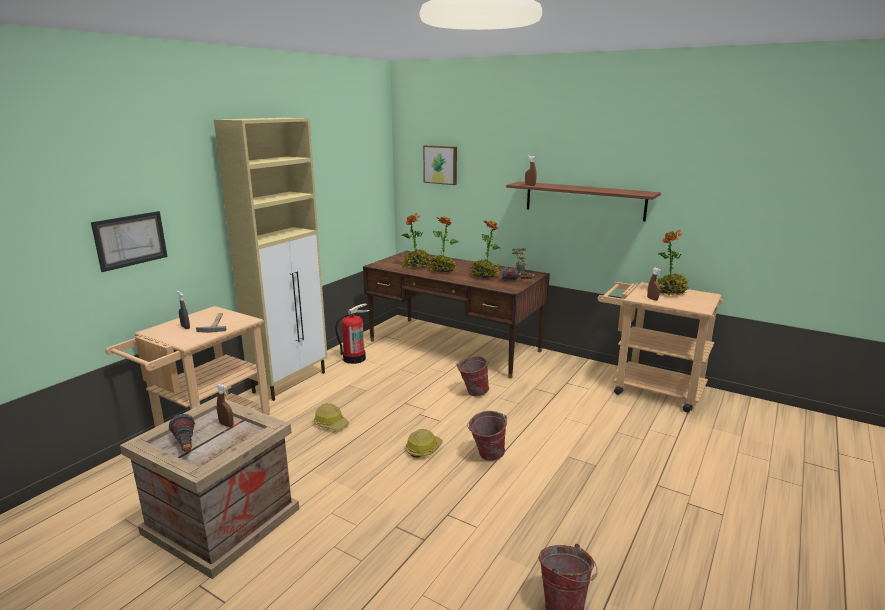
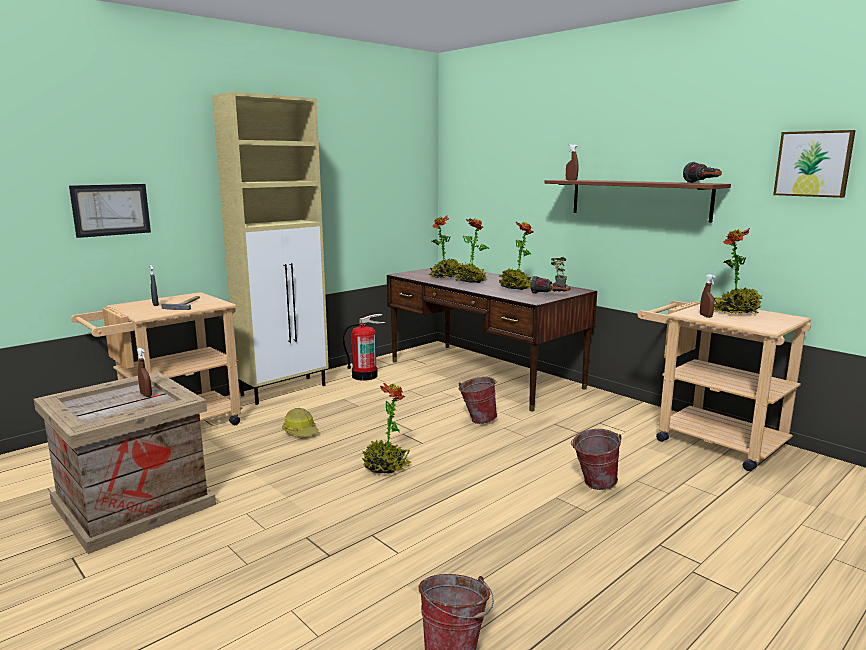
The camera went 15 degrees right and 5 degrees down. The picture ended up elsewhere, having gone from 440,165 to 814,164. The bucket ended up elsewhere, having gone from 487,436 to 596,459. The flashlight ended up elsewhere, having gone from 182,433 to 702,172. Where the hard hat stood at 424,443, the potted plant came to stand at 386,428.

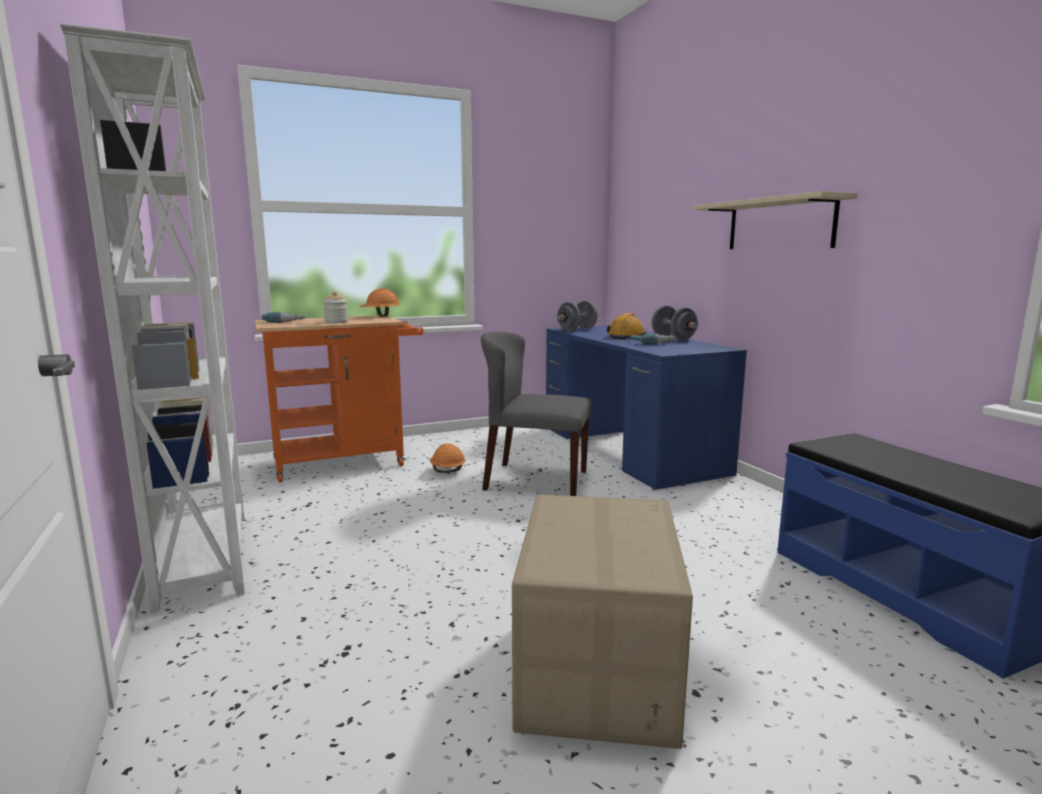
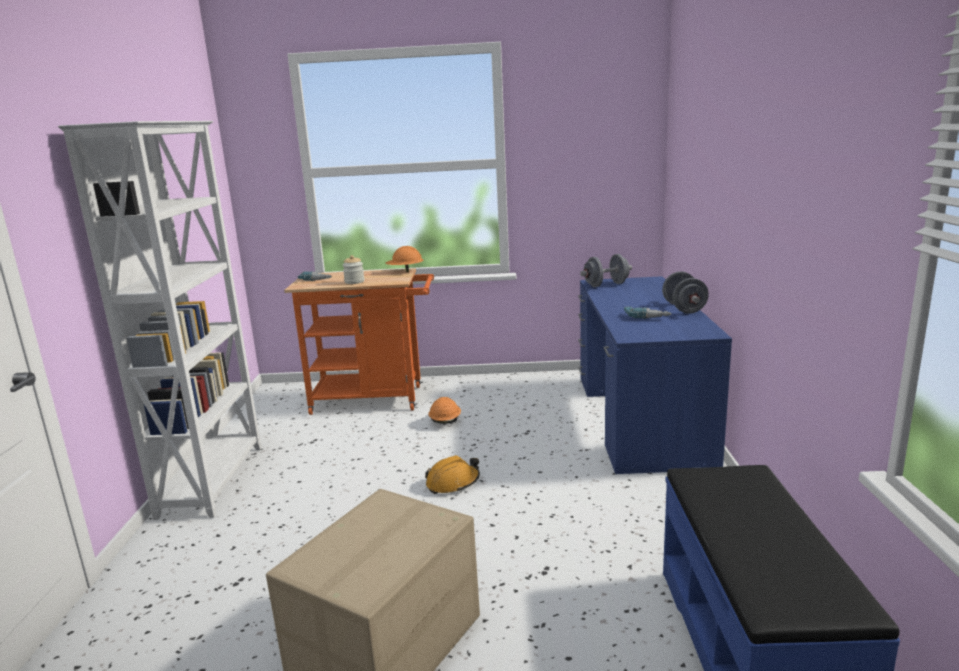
The camera went 25 degrees right and 5 degrees up. The second view lost the shelf in beige at 775,220. The hard hat in orange ended up elsewhere, having gone from 626,326 to 452,474. The second view lost the chair in grey at 536,413.

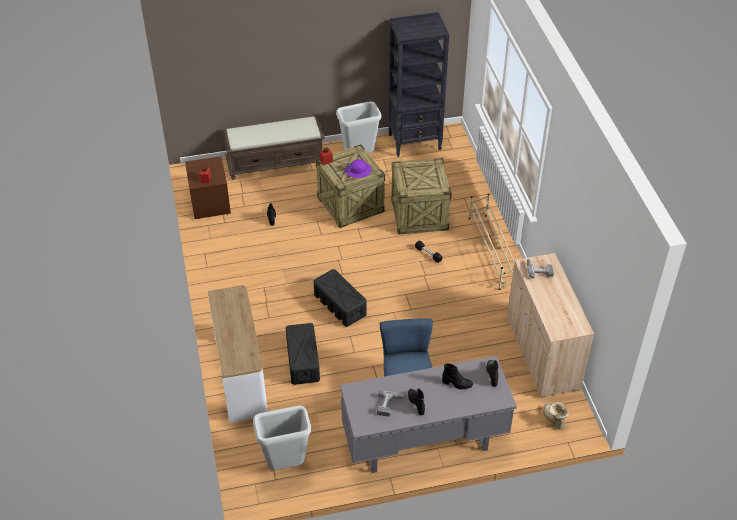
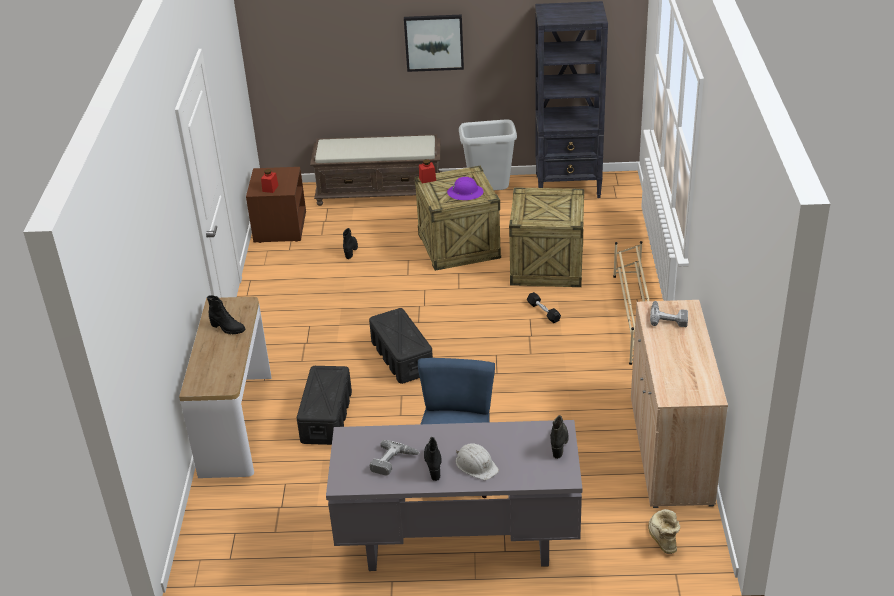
The camera went 15 degrees right and 10 degrees down. The boot in black ended up elsewhere, having gone from 457,376 to 226,314. The second view lost the trash can in grey at 282,437. The second view gained the picture at 434,43. The second view gained the hard hat in white at 477,461.

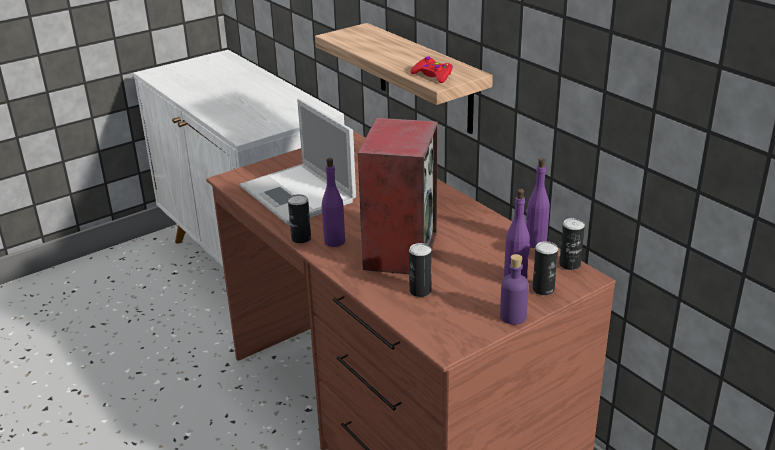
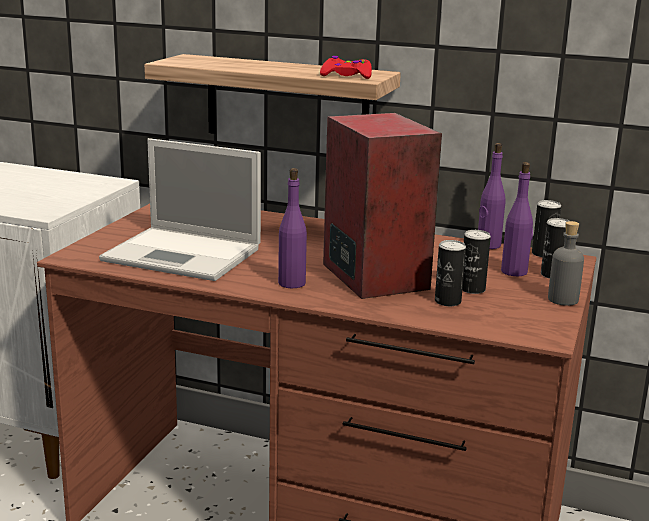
The camera went 35 degrees left and 10 degrees down. The can ended up elsewhere, having gone from 299,219 to 476,262. What was the bottle in purple at 514,289 turned into the bottle in grey at 566,263.

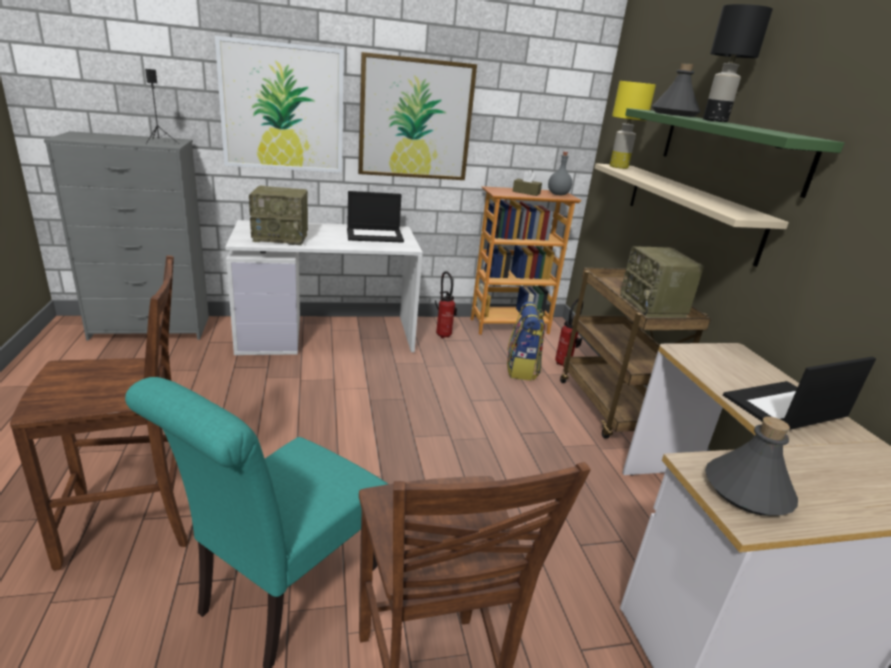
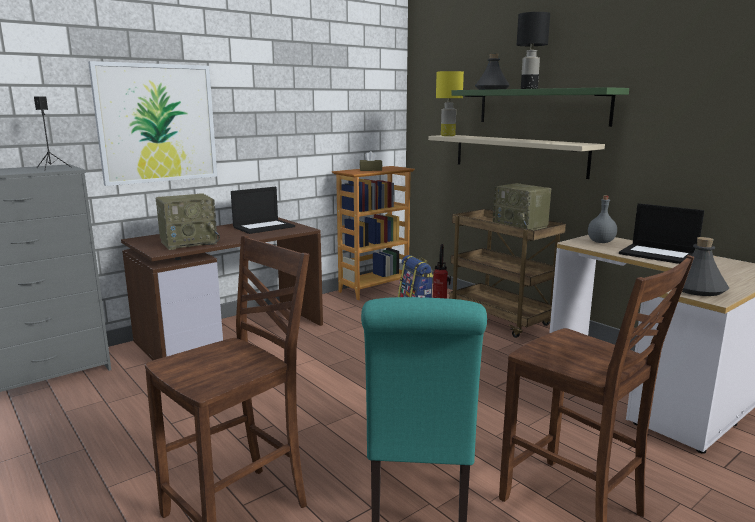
The camera went 25 degrees left and 10 degrees down. The second view lost the picture at 417,116. The bottle in grey ended up elsewhere, having gone from 560,173 to 602,219. What was the desk in white at 324,287 turned into the desk in brown at 222,288. The second view lost the fire extinguisher at 446,304. The laptop at 799,393 ended up facing another way, 90 degrees counterclockwise from before.

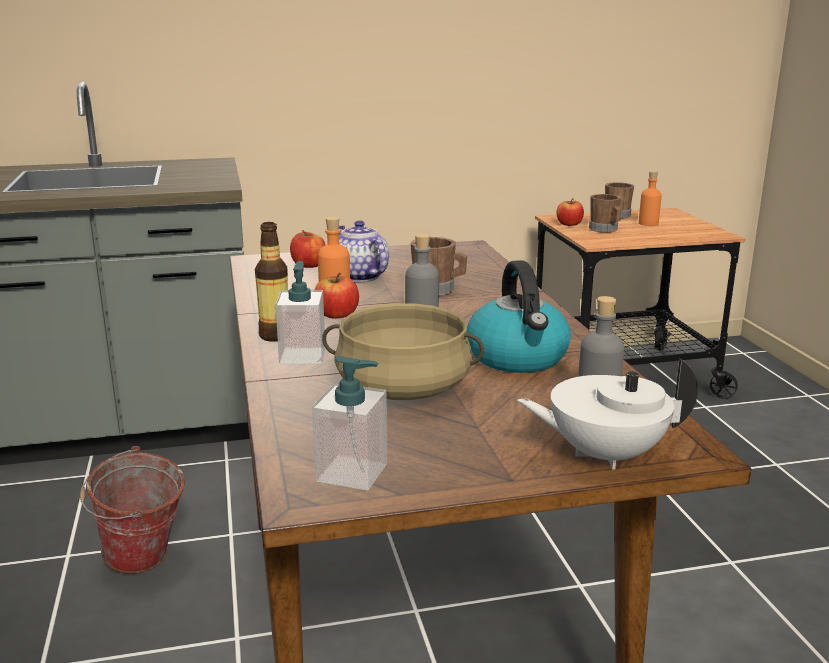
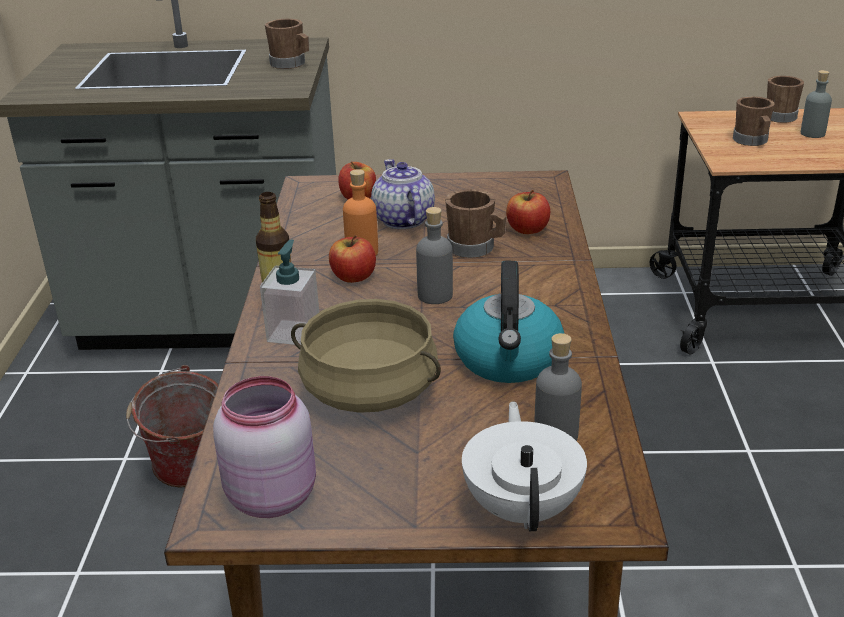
The camera went 15 degrees right and 10 degrees up. What was the bottle in orange at 650,198 turned into the bottle in grey at 816,104. The apple ended up elsewhere, having gone from 570,212 to 528,212. Where the soap dispenser stood at 349,423, the jar in pink came to stand at 264,447. The teapot in white at 607,414 ended up facing another way, 75 degrees clockwise from before. The second view gained the mug in brown at 287,44.

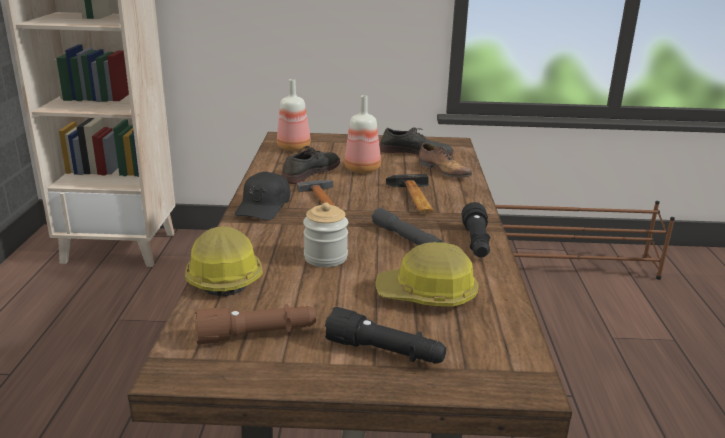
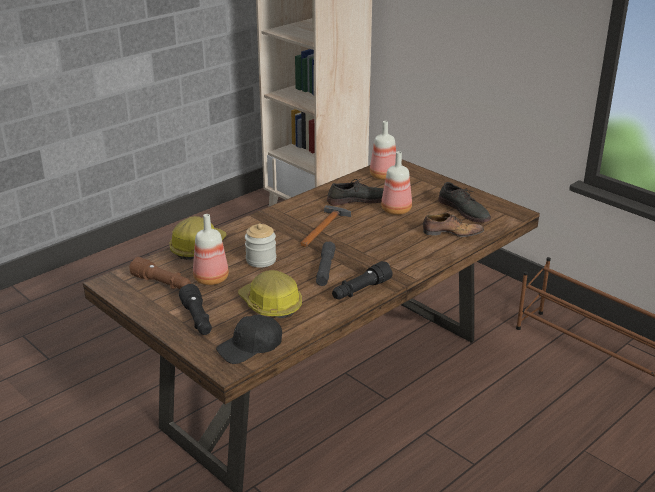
The camera went 45 degrees right and 5 degrees up. The shoe at 445,160 ended up facing another way, 90 degrees counterclockwise from before. The cap in black ended up elsewhere, having gone from 262,195 to 249,339. The second view lost the hammer at 410,193. The second view gained the bottle at 211,249.

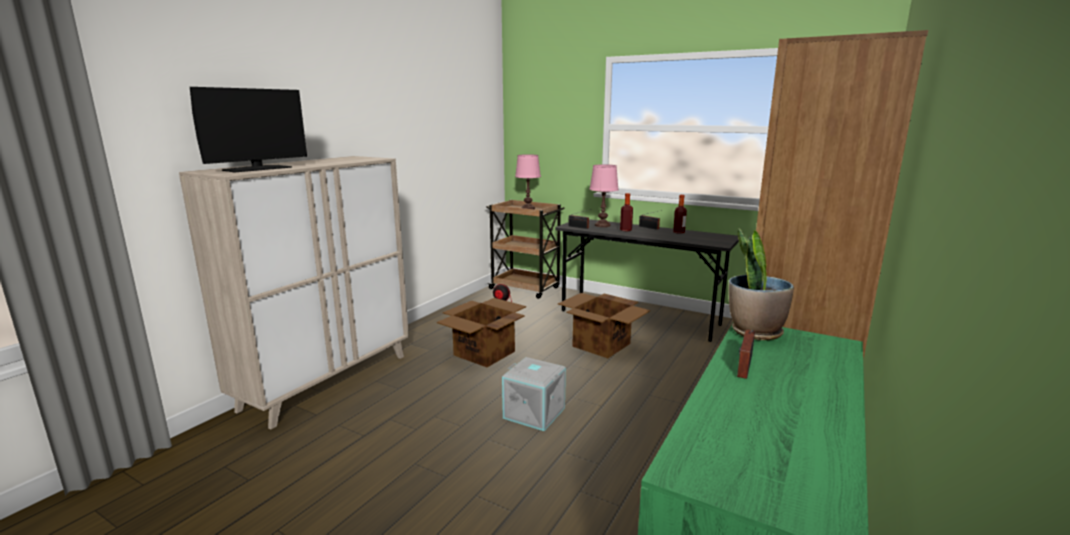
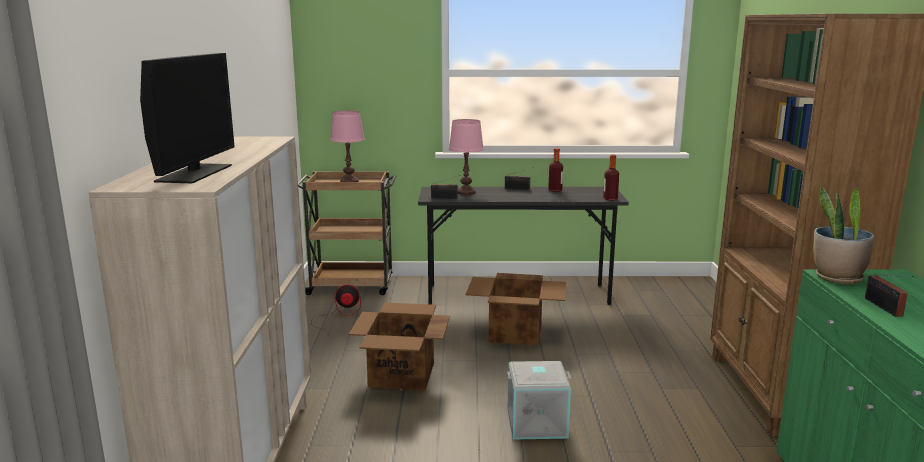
The camera went 30 degrees left and 0 degrees up. The bottle ended up elsewhere, having gone from 626,212 to 611,178.

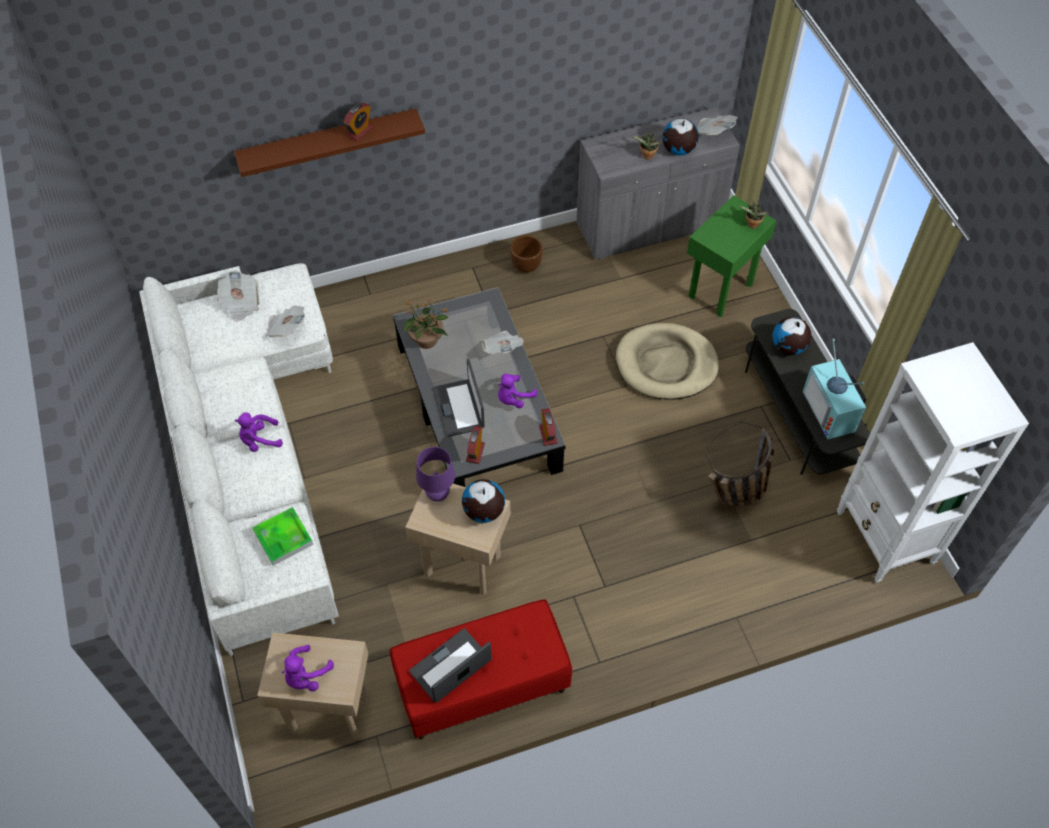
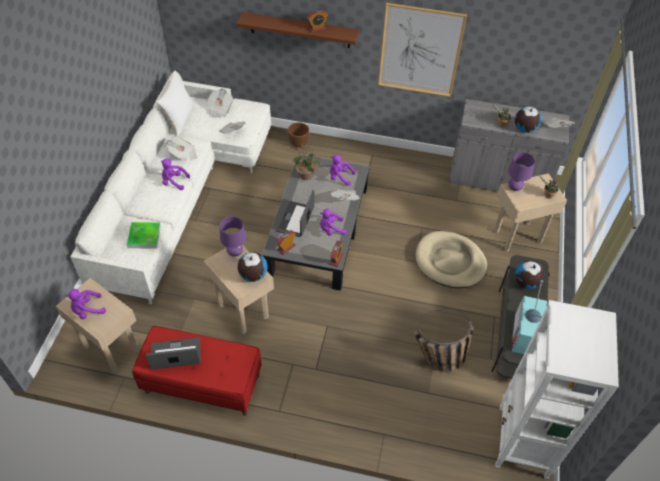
The camera went 30 degrees right and 5 degrees down. What was the side table in green at 732,256 turned into the side table in beige at 530,212. The planter in brown ended up elsewhere, having gone from 526,254 to 298,135. The second view gained the picture at 422,50. The second view gained the pillow in white at 176,103. The second view gained the newspaper at 181,148. The second view gained the table lamp in purple at 521,171. The second view gained the plush toy in purple at 343,170.

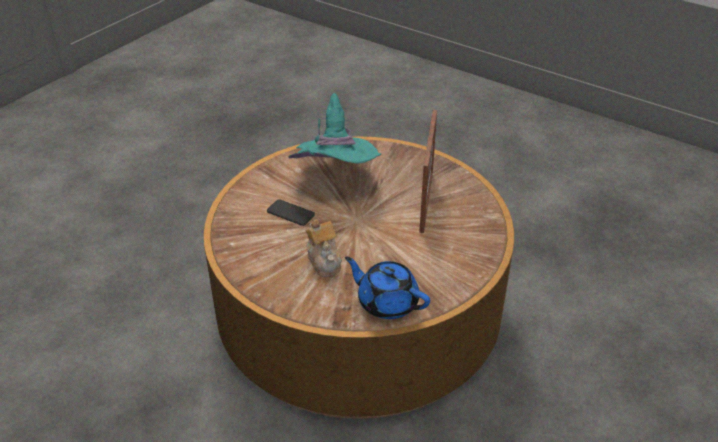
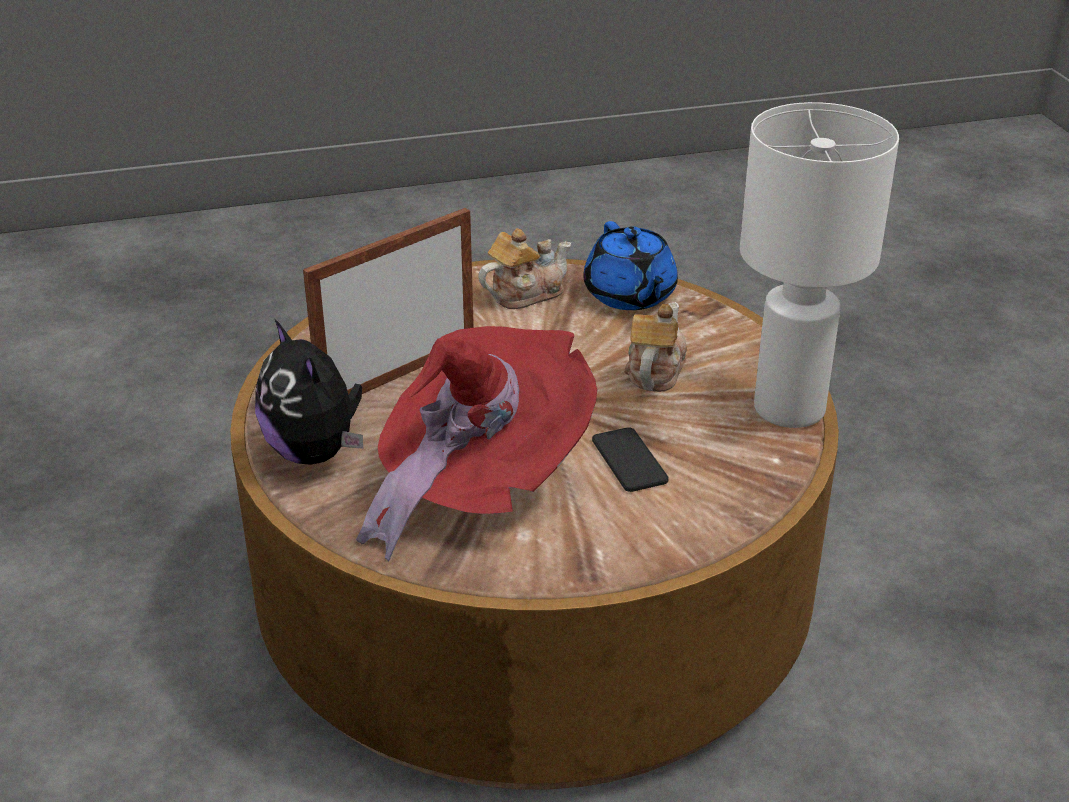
The camera went 140 degrees left and 5 degrees down. What was the hat in turquoise at 335,128 turned into the hat in red at 476,443. The second view gained the table lamp in white at 819,265. The second view gained the teapot at 524,268. The second view gained the plush toy at 309,391.

